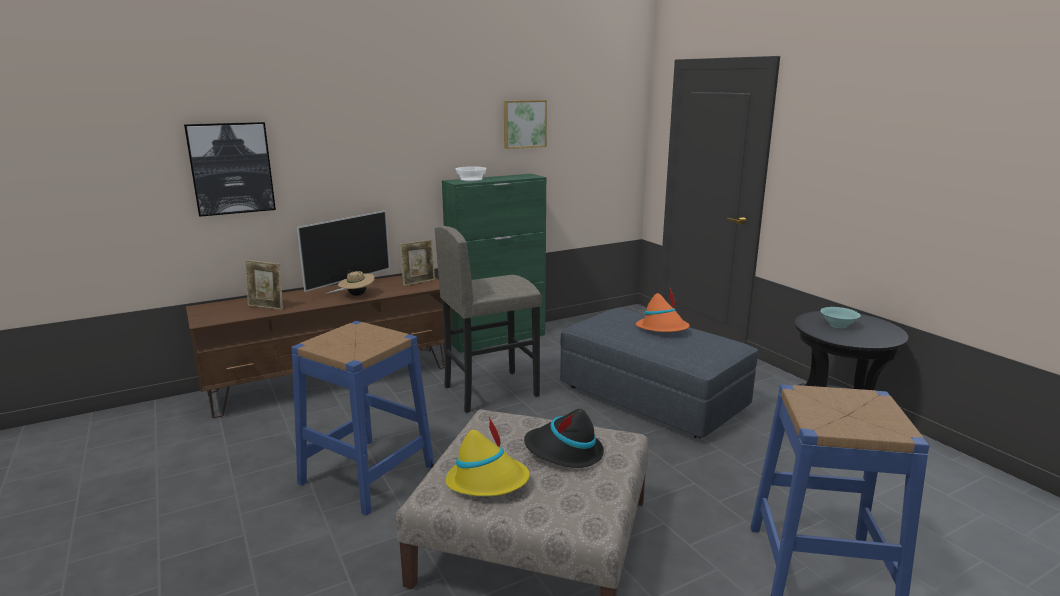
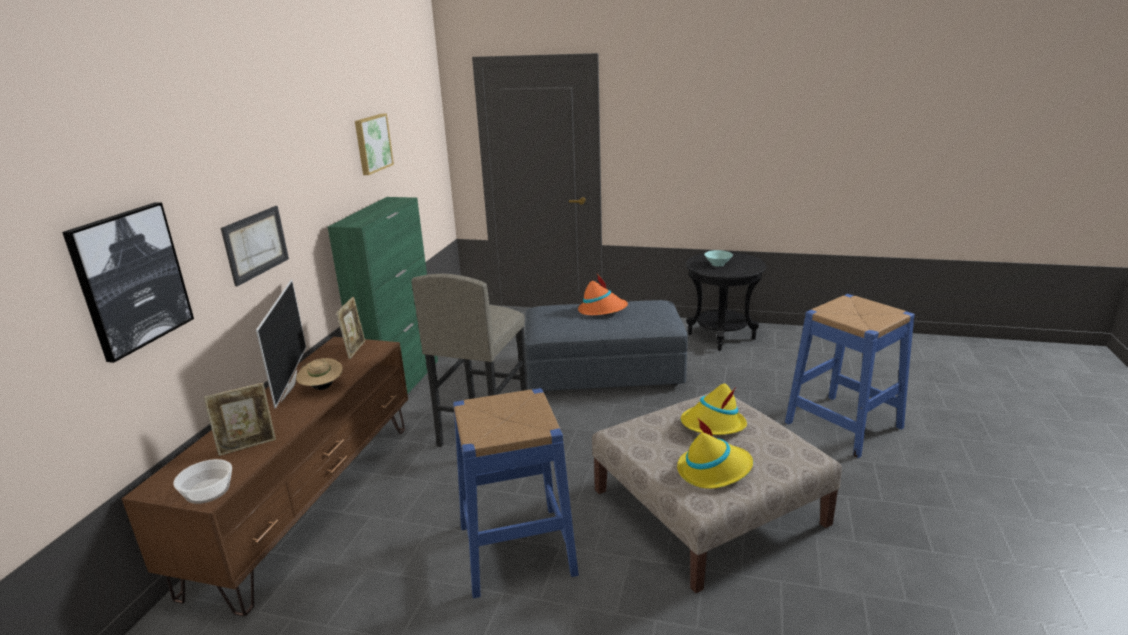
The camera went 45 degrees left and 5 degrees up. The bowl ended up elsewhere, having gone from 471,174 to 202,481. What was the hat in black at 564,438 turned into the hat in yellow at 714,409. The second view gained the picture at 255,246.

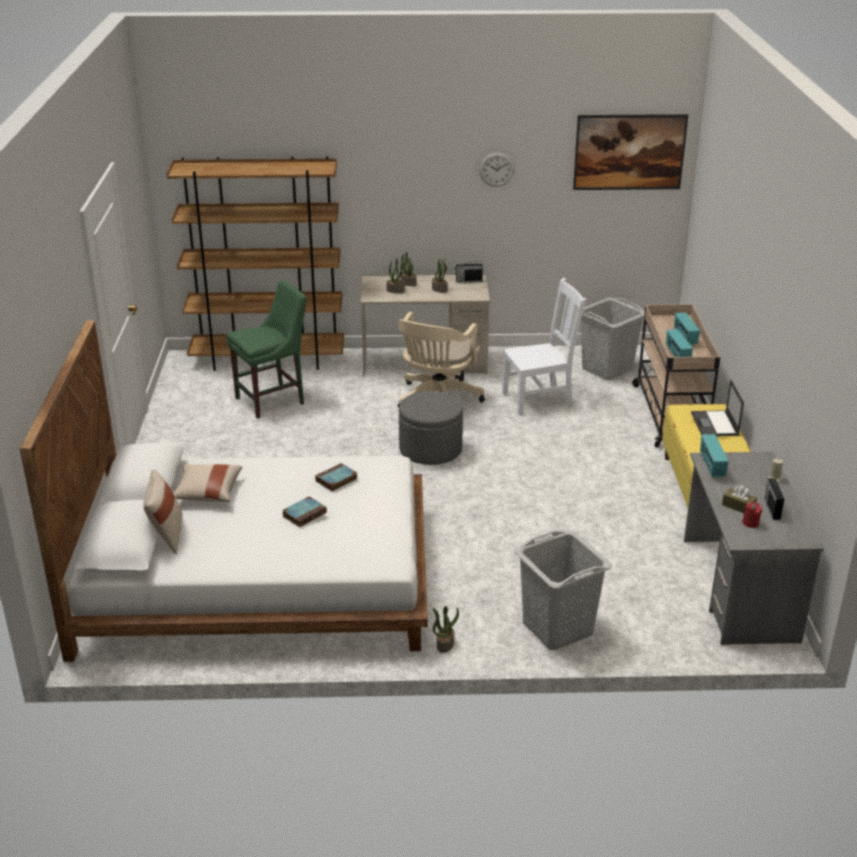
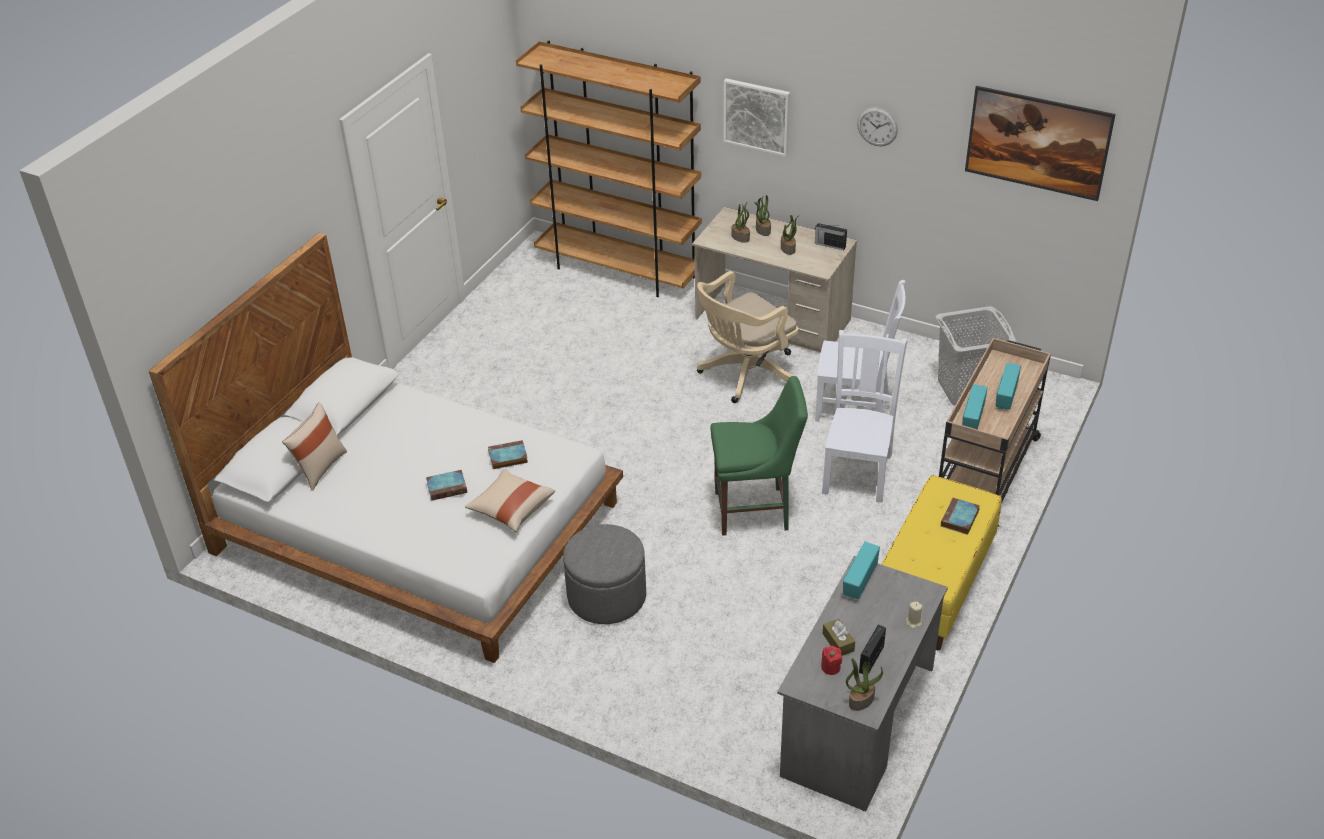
The camera went 30 degrees right and 10 degrees up. The chair in green ended up elsewhere, having gone from 266,349 to 759,456. Where the laptop stood at 717,407, the book came to stand at 960,516. The ottoman in grey ended up elsewhere, having gone from 431,428 to 604,574. The pillow in beige ended up elsewhere, having gone from 207,483 to 510,500. The second view lost the laundry basket in grey at 563,590. The potted plant ended up elsewhere, having gone from 445,629 to 864,684. The second view gained the picture at 757,117. The second view gained the chair in white at 865,416.

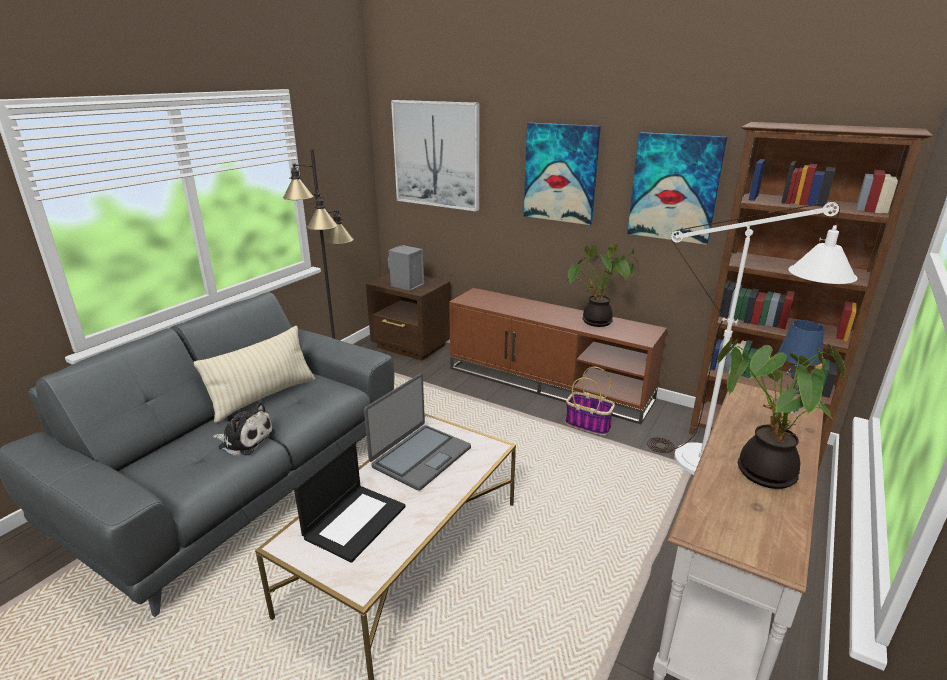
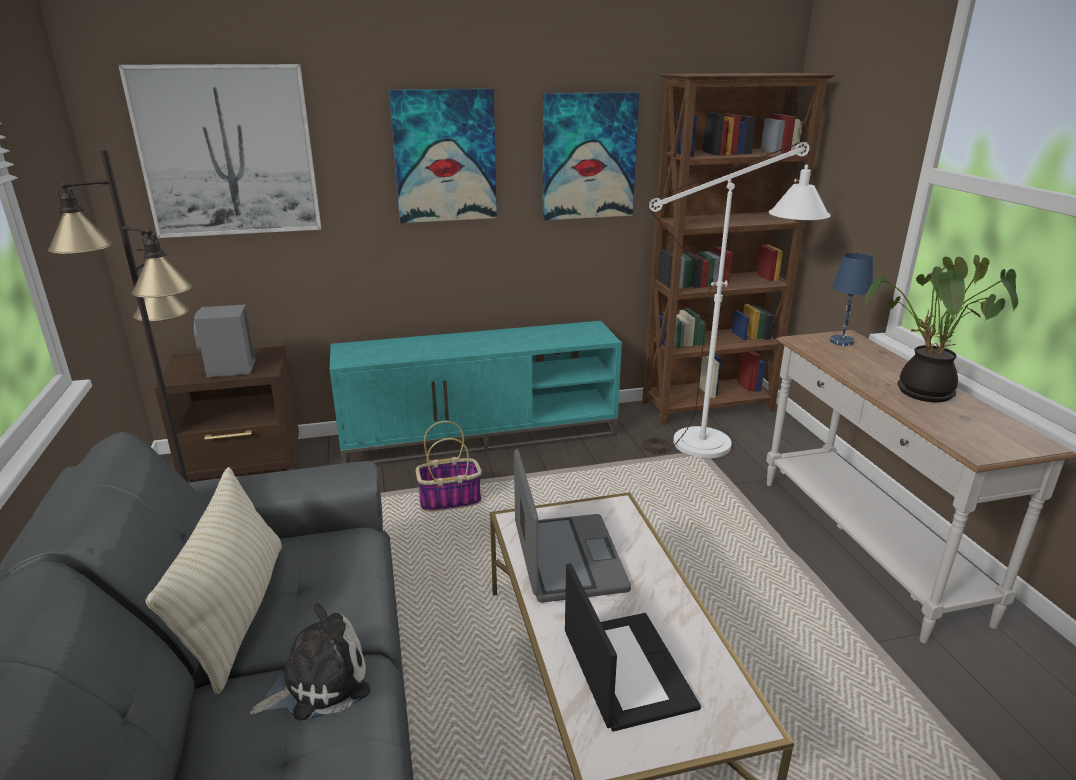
The camera went 45 degrees left and 0 degrees up. The second view lost the potted plant at 603,285. What was the tv stand in brown at 558,356 turned into the tv stand in turquoise at 476,393. The basket ended up elsewhere, having gone from 590,401 to 449,466.

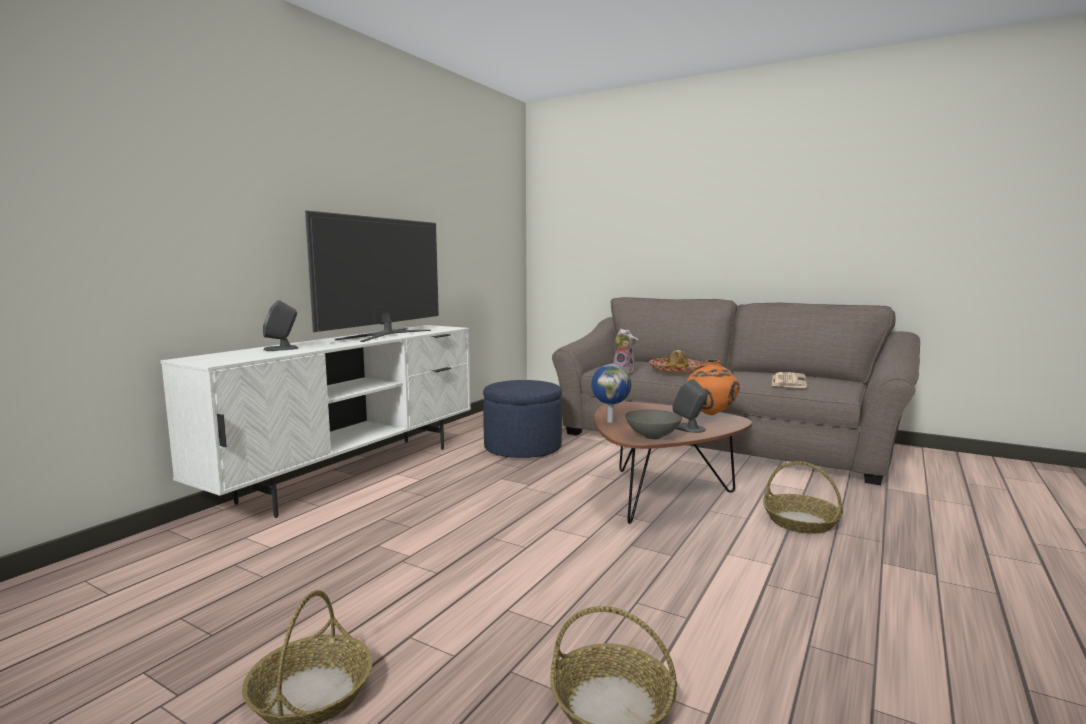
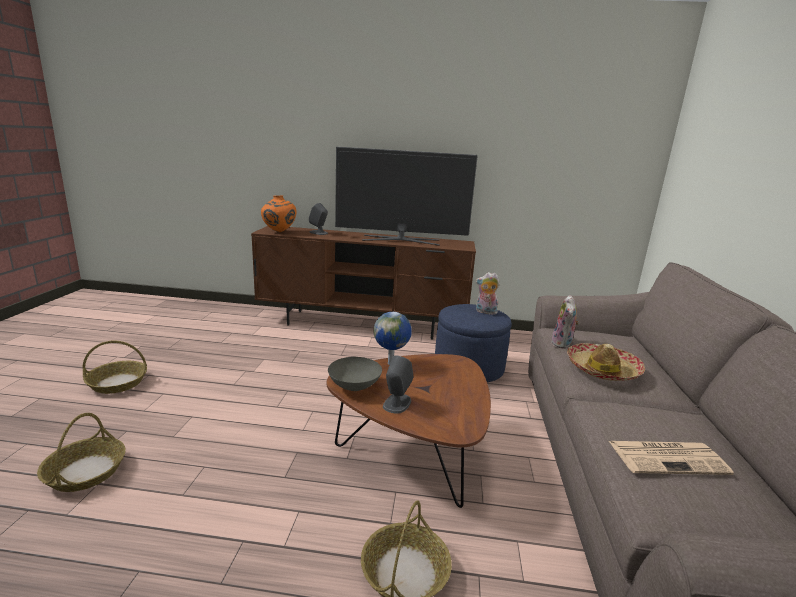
The camera went 65 degrees right and 10 degrees up. What was the tv stand in white at 316,421 turned into the tv stand in brown at 363,283. The vase in orange ended up elsewhere, having gone from 713,387 to 279,213. The second view gained the plush toy at 488,293.

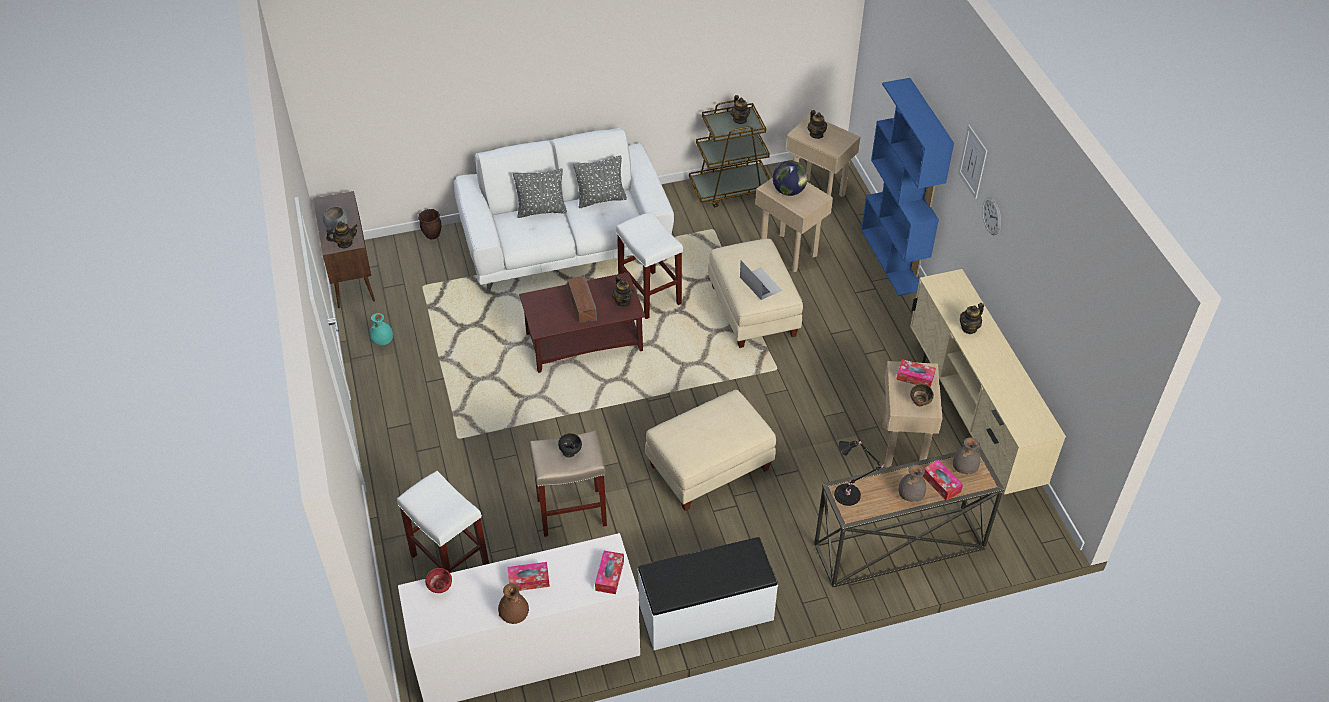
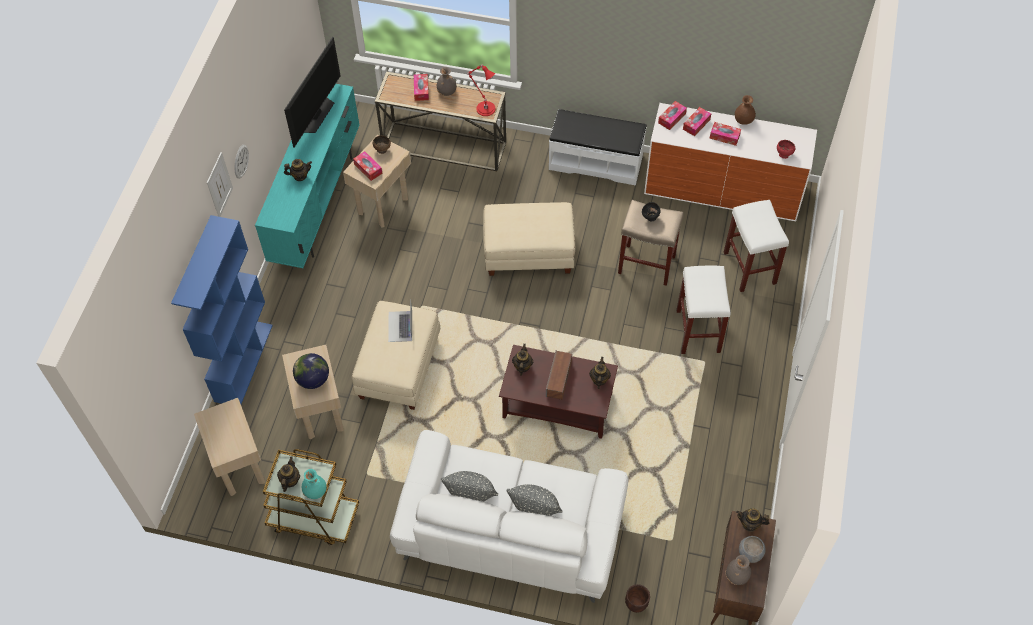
The camera went 150 degrees left and 10 degrees up. The teapot ended up elsewhere, having gone from 817,124 to 600,373. The stool in white ended up elsewhere, having gone from 649,265 to 703,309. What was the tv stand in beige at 988,382 turned into the tv stand in turquoise at 307,176. The vase in turquoise ended up elsewhere, having gone from 381,329 to 314,484. The vase in grey ended up elsewhere, having gone from 966,455 to 738,570. What was the table lamp in black at 859,473 turned into the table lamp in red at 480,90. The second view gained the television at 312,92. The second view gained the tissue box at 697,121.

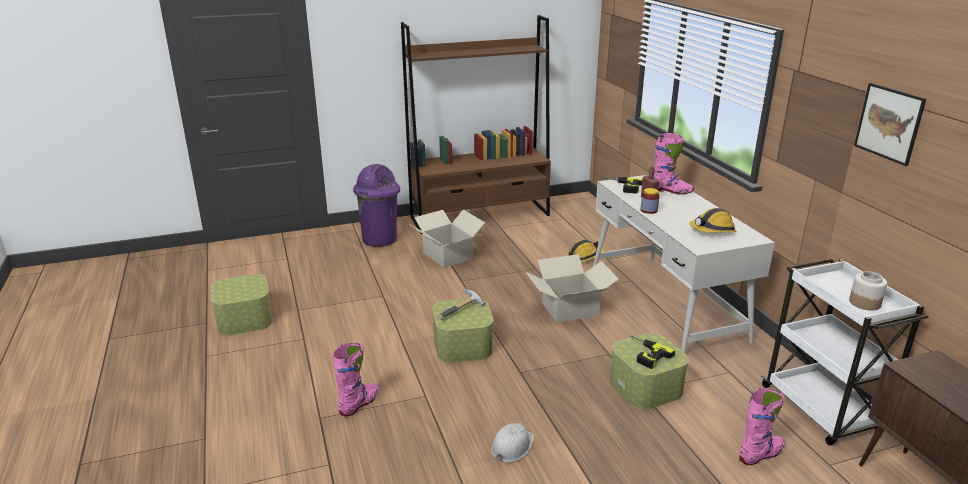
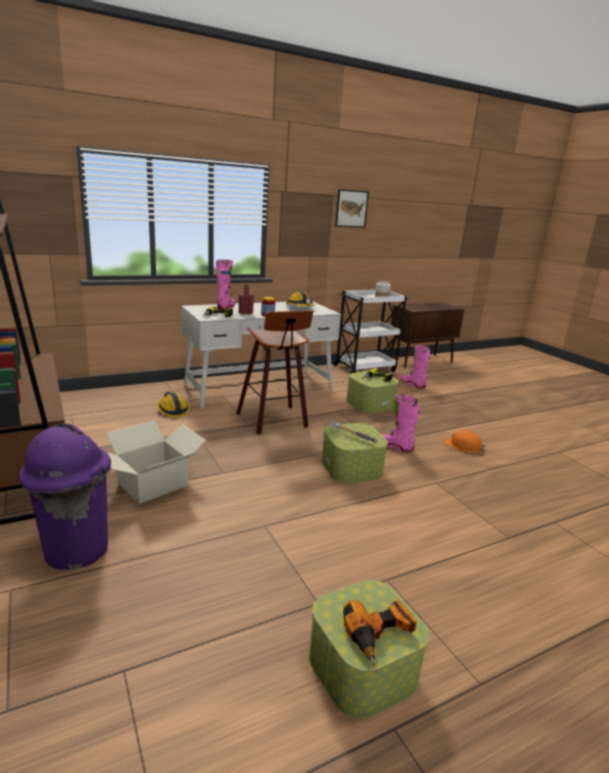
The camera went 100 degrees left and 5 degrees down. Where the cardboard box stood at 572,288, the stool came to stand at 274,372. The boot in pink ended up elsewhere, having gone from 357,379 to 401,423. What was the hard hat in white at 512,442 turned into the hard hat in orange at 465,441. The second view gained the power drill at 380,636.

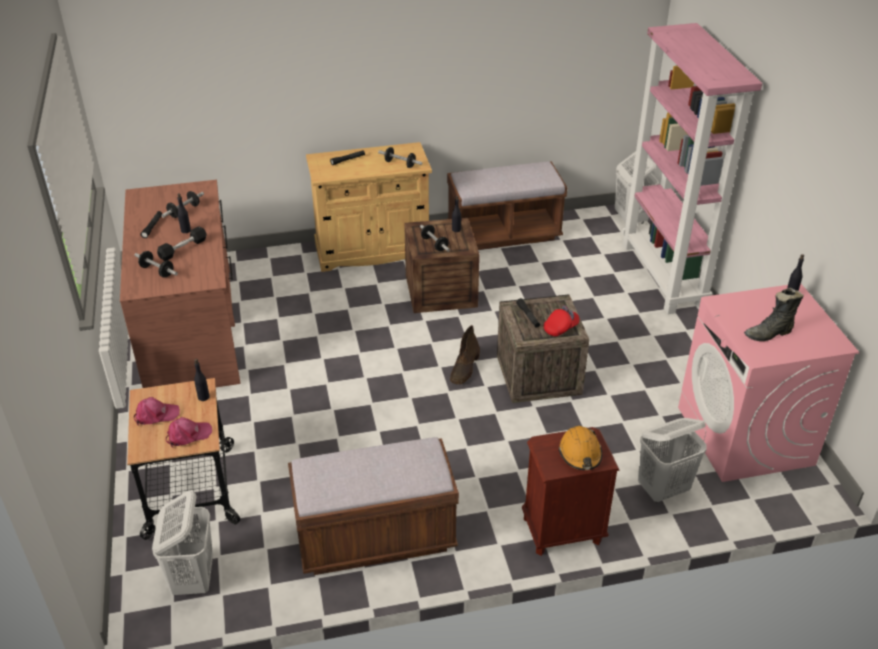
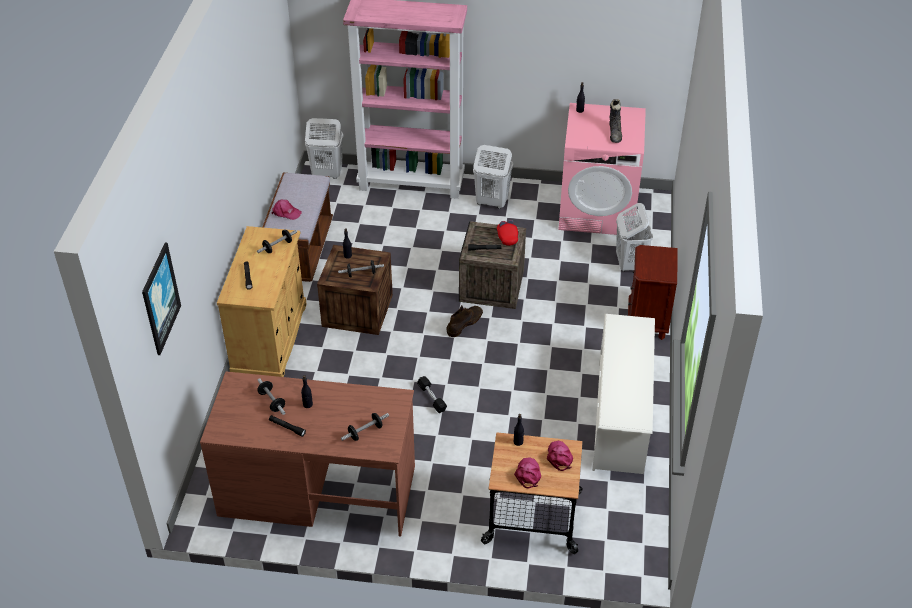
The camera went 70 degrees left and 5 degrees up. The dumbbell in black ended up elsewhere, having gone from 182,243 to 432,394. The boot in brown at 465,355 ended up facing another way, 90 degrees counterclockwise from before. The second view lost the hard hat in orange at 580,448. Where the bench in brown stood at 373,506, the shoe rack in white came to stand at 623,394. The laundry basket in white ended up elsewhere, having gone from 182,543 to 493,177. The second view gained the cap in pink at 287,210. The second view gained the picture at 161,298.

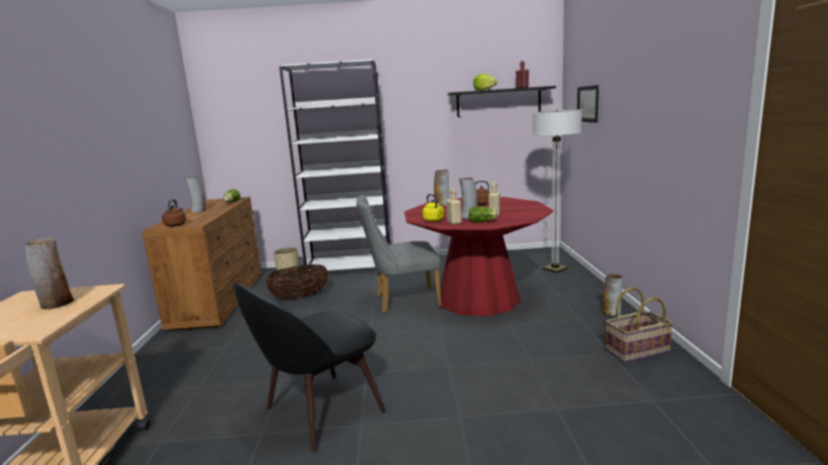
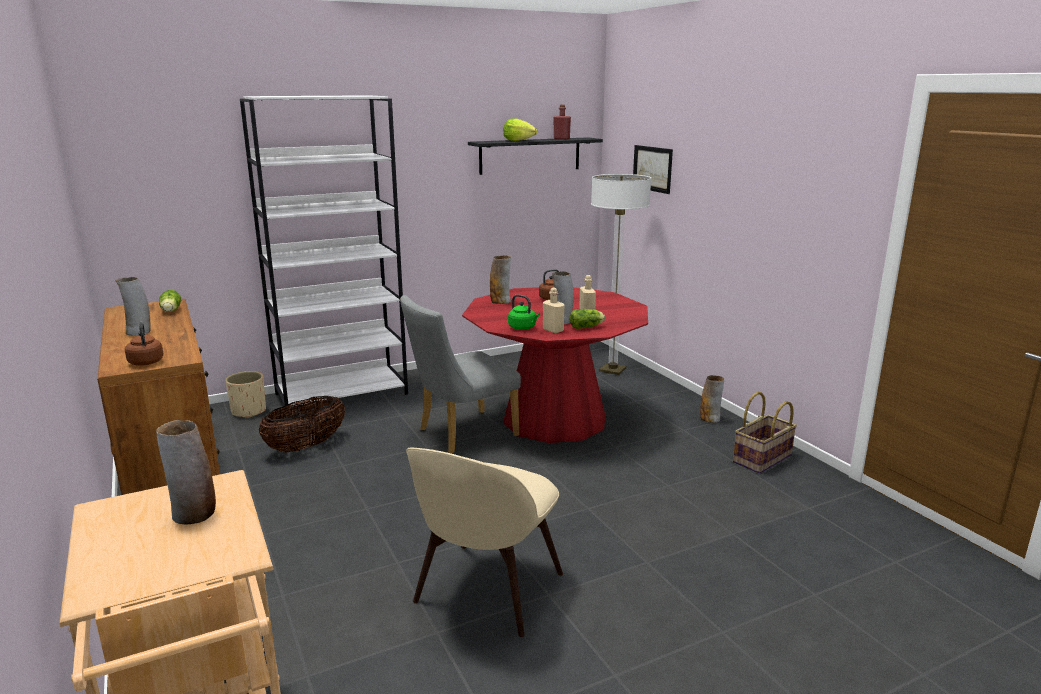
The camera went 25 degrees left and 5 degrees up. What was the kettle in yellow at 433,207 turned into the kettle in green at 524,312. What was the chair in black at 309,367 turned into the chair in beige at 484,542.

